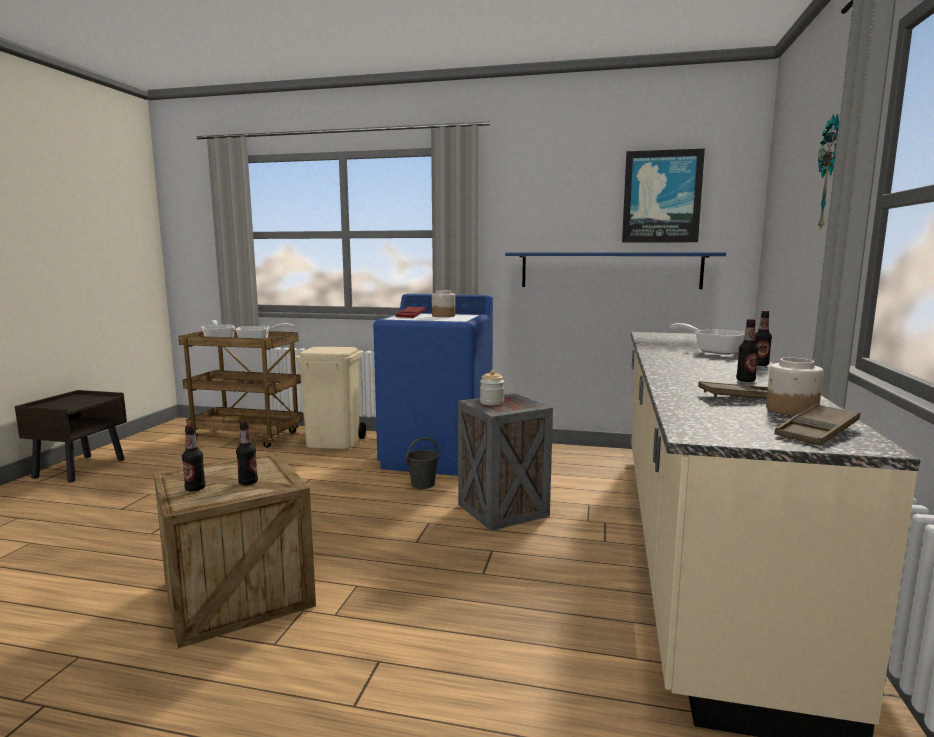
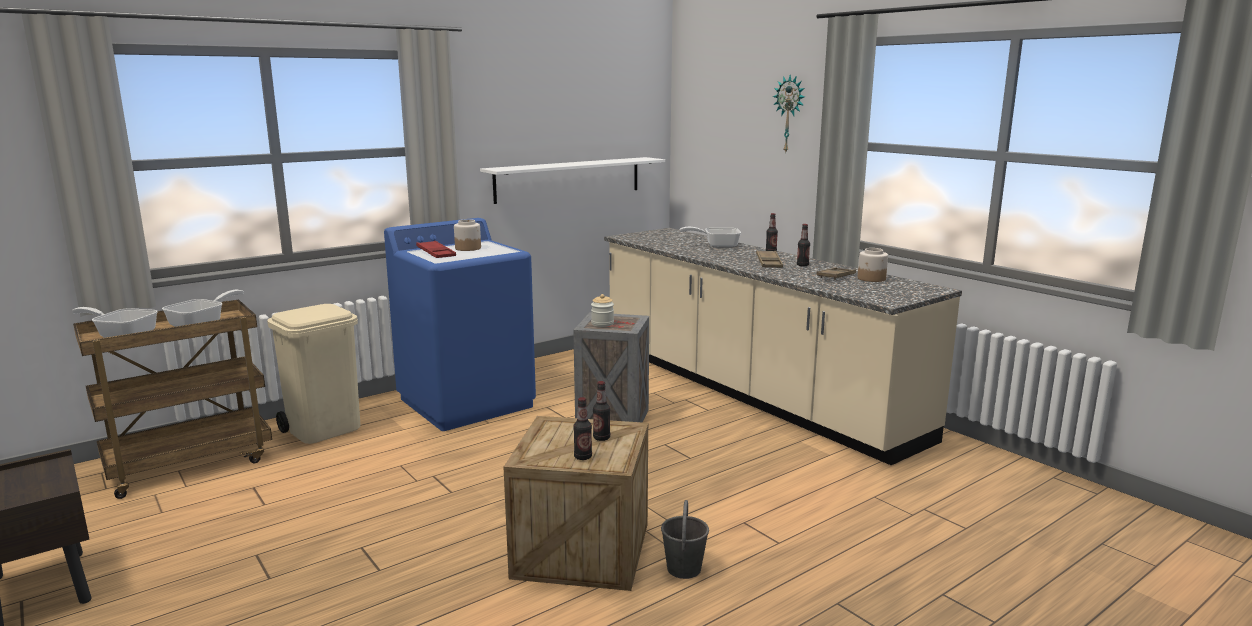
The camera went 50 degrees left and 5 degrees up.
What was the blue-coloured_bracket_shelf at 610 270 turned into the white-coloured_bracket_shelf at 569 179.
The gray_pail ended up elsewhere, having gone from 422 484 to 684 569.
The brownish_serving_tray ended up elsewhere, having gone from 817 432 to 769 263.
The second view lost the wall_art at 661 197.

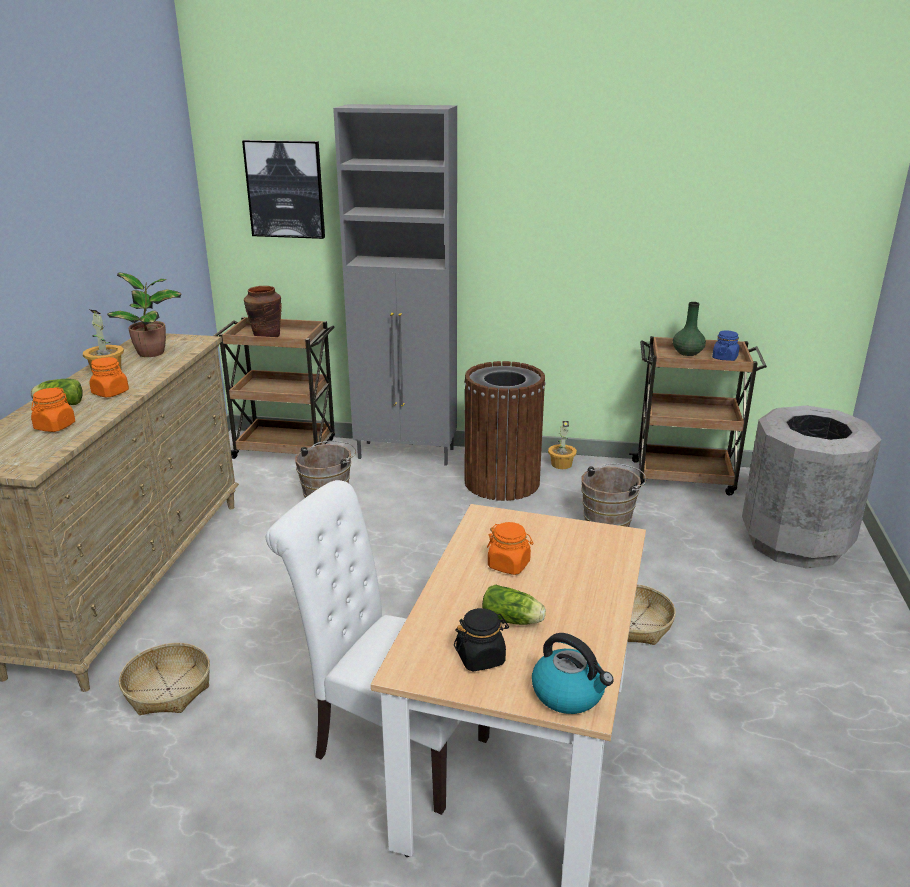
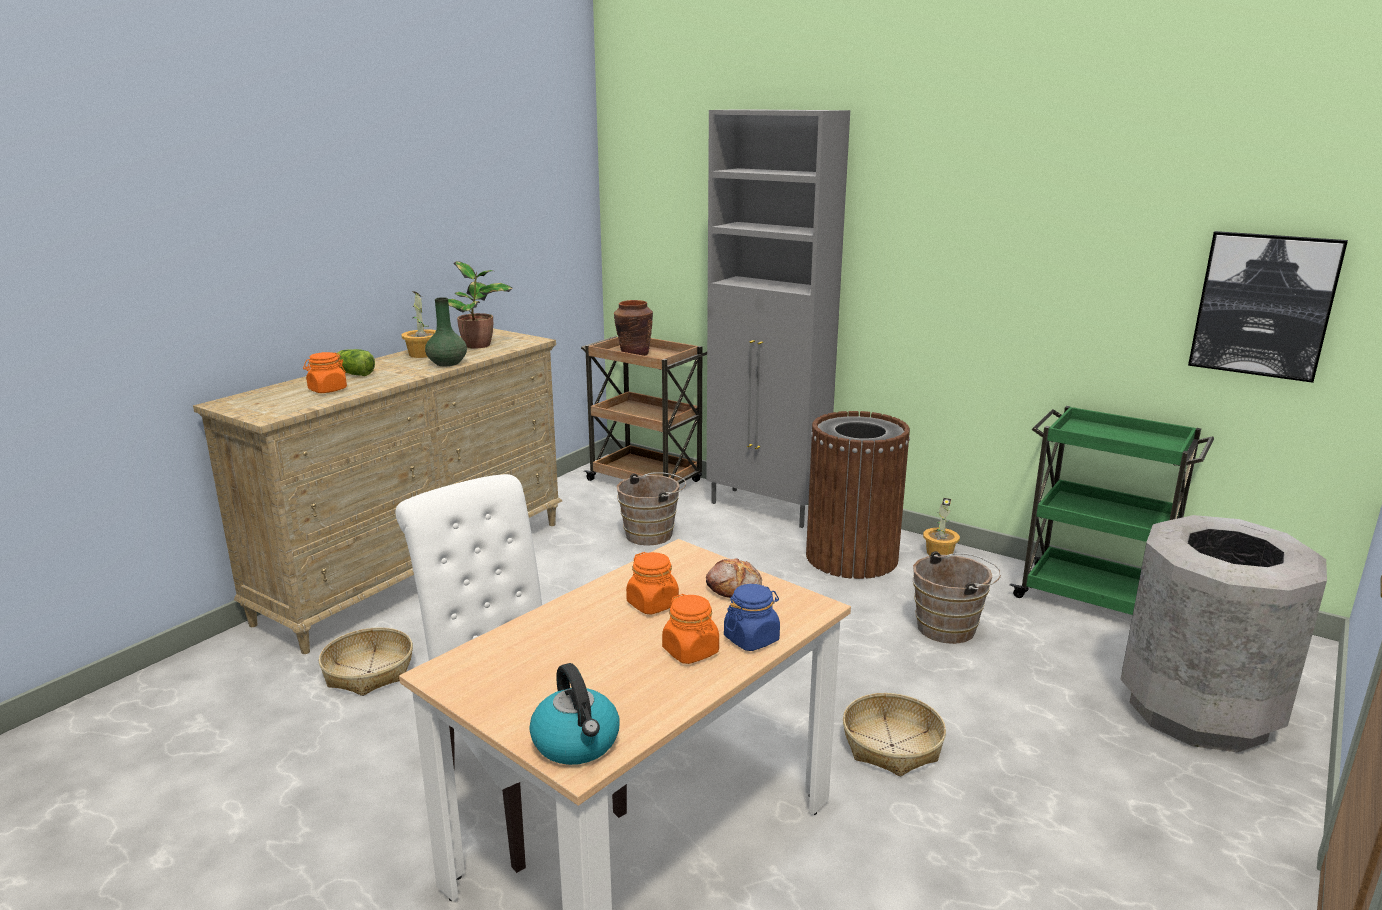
The camera went 25 degrees right and 5 degrees down.
The green_decorative_vase ended up elsewhere, having gone from 687 353 to 447 363.
The orange_preserve_jar ended up elsewhere, having gone from 110 393 to 691 651.
The second view gained the bread at 734 588.
The blue-coloured_preserve_jar ended up elsewhere, having gone from 724 358 to 751 639.
What was the brownish_trolley at 684 477 turned into the green_trolley at 1093 599.
The wall_art ended up elsewhere, having gone from 285 189 to 1264 305.
The second view lost the black-coloured_preserve_jar at 481 658.
The second view lost the lettuce at 513 621.

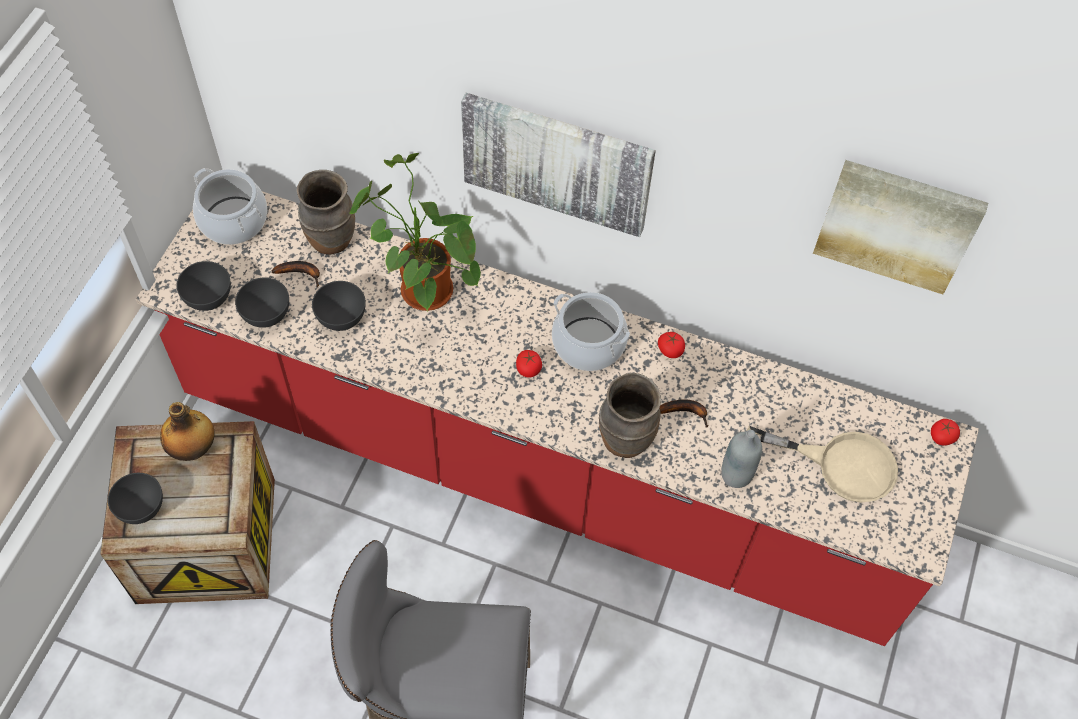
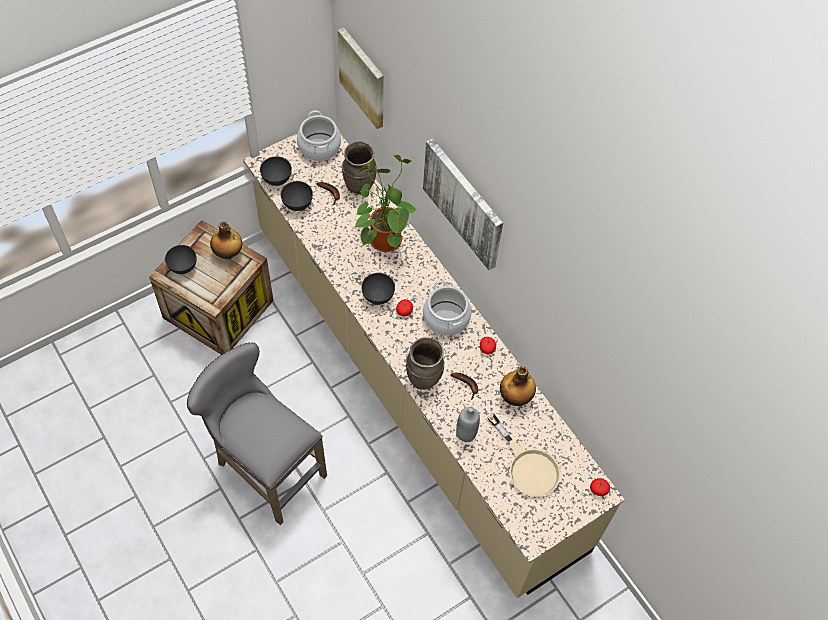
The camera went 35 degrees right and 0 degrees up.
What was the red_counter at 534 467 turned into the sand-coloured_counter at 409 380.
The wall_art ended up elsewhere, having gone from 897 224 to 363 77.
The gray_deep_dish ended up elsewhere, having gone from 342 318 to 378 296.
The second view gained the bottle at 515 397.

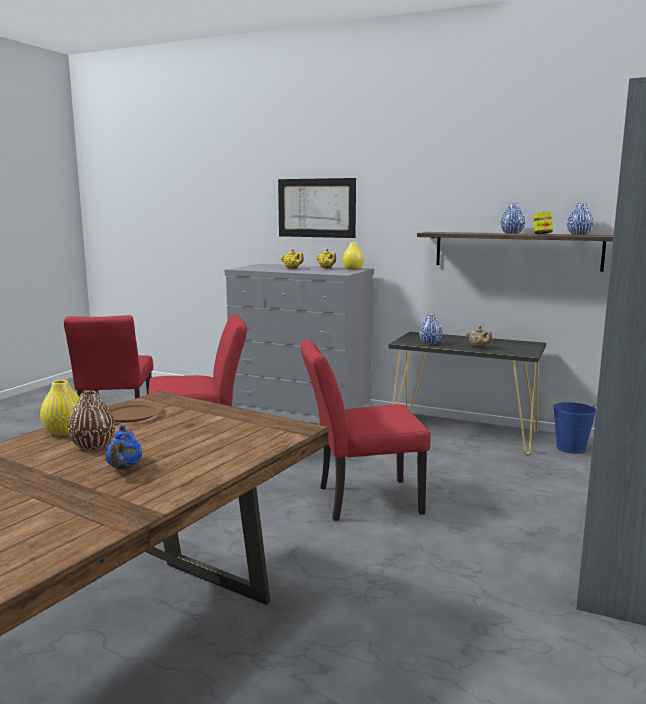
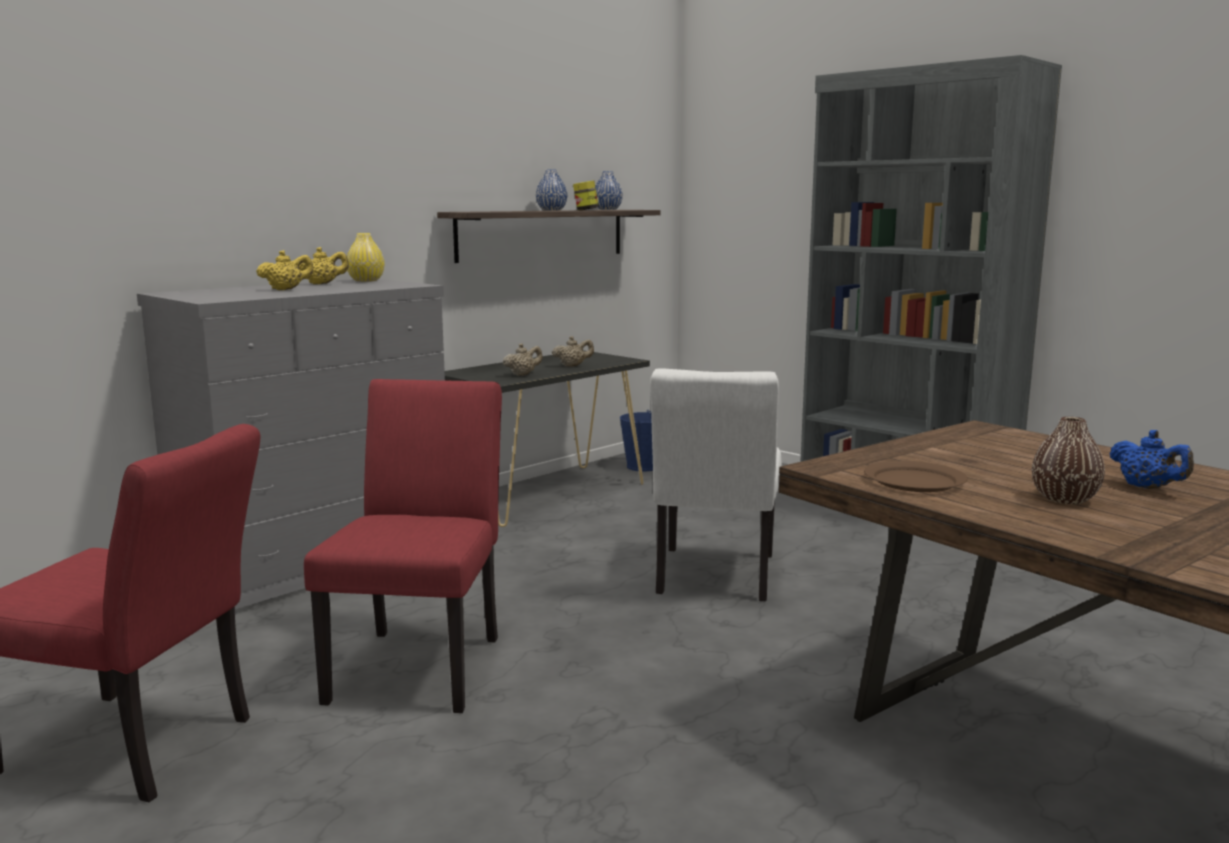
The camera went 70 degrees left and 0 degrees up.
Where the blue-coloured_decorative_vase stood at 430 343, the sand-coloured_pot_for_tea came to stand at 522 375.
What was the red_chair at 360 500 turned into the white-coloured_chair at 714 578.
The blue-coloured_pot_for_tea at 124 468 ended up facing another way, 45 degrees clockwise from before.
The second view lost the yellow_decorative_vase at 64 432.
The second view lost the wall_art at 316 208.

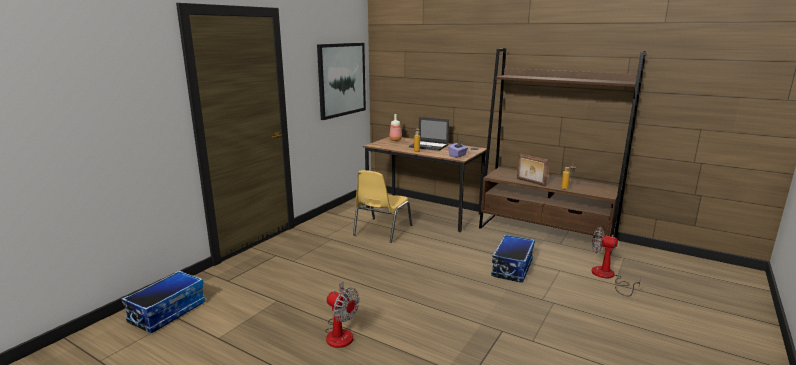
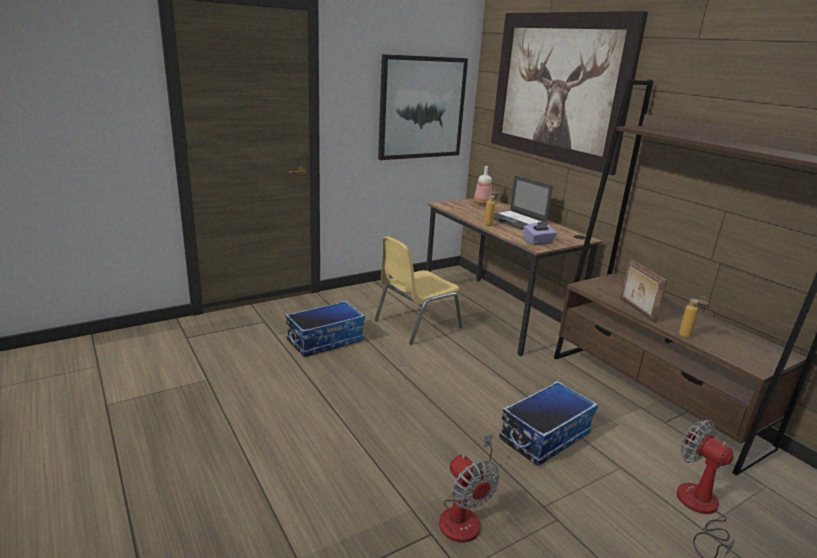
The camera went 25 degrees right and 5 degrees up.
The storage_bin ended up elsewhere, having gone from 167 312 to 325 340.
The fan ended up elsewhere, having gone from 340 332 to 465 514.
The second view gained the wall_art at 558 88.

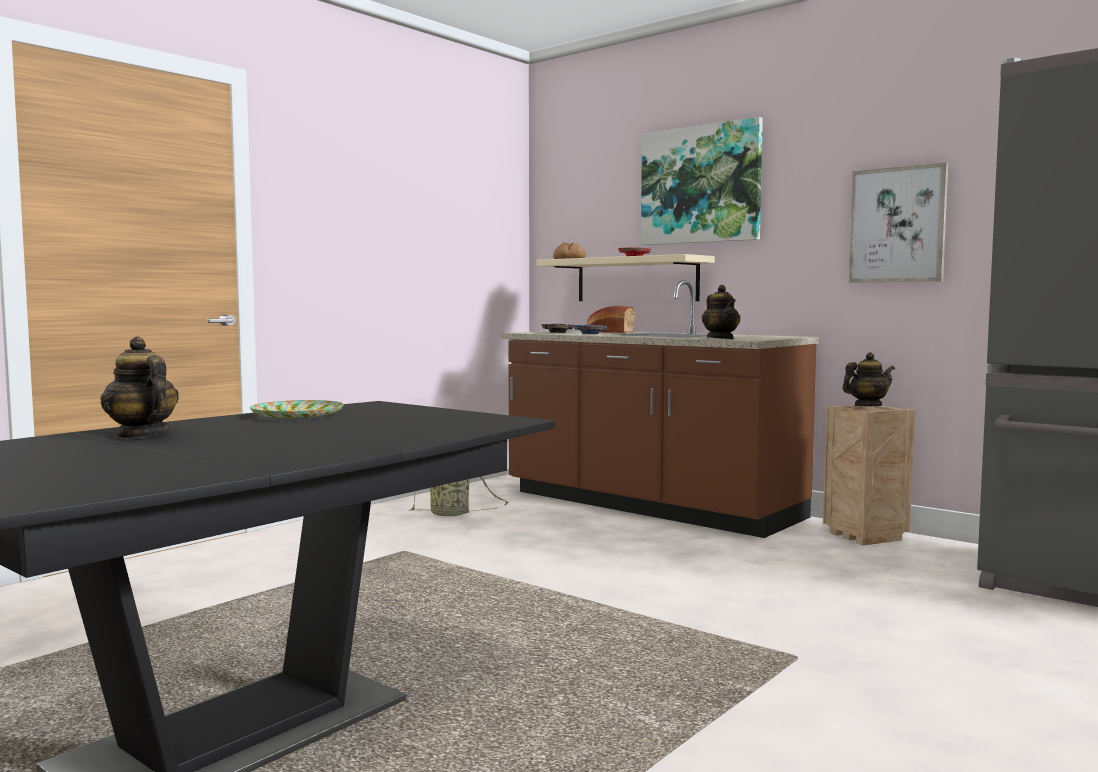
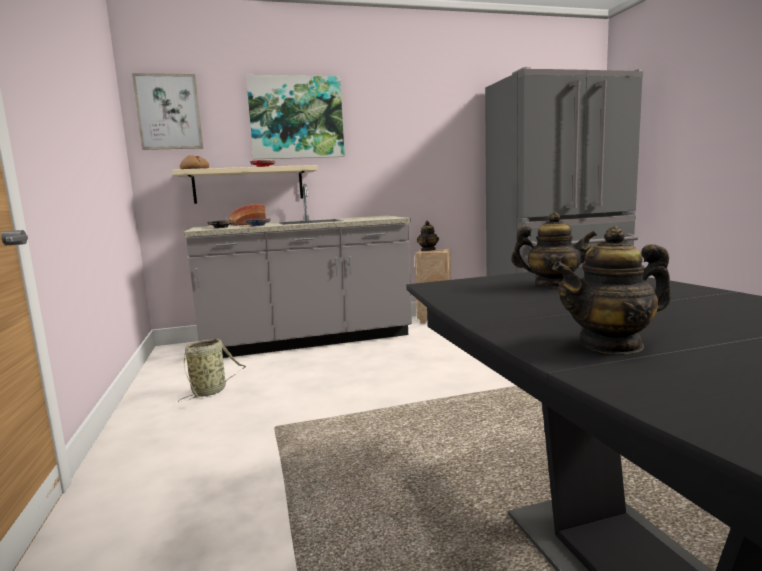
The camera went 55 degrees left and 5 degrees up.
The wall_art ended up elsewhere, having gone from 897 225 to 169 112.
What was the brownish_counter at 649 505 turned into the gray_counter at 308 340.
The pot_for_tea ended up elsewhere, having gone from 720 338 to 552 285.
The second view lost the dinner_plate at 297 415.

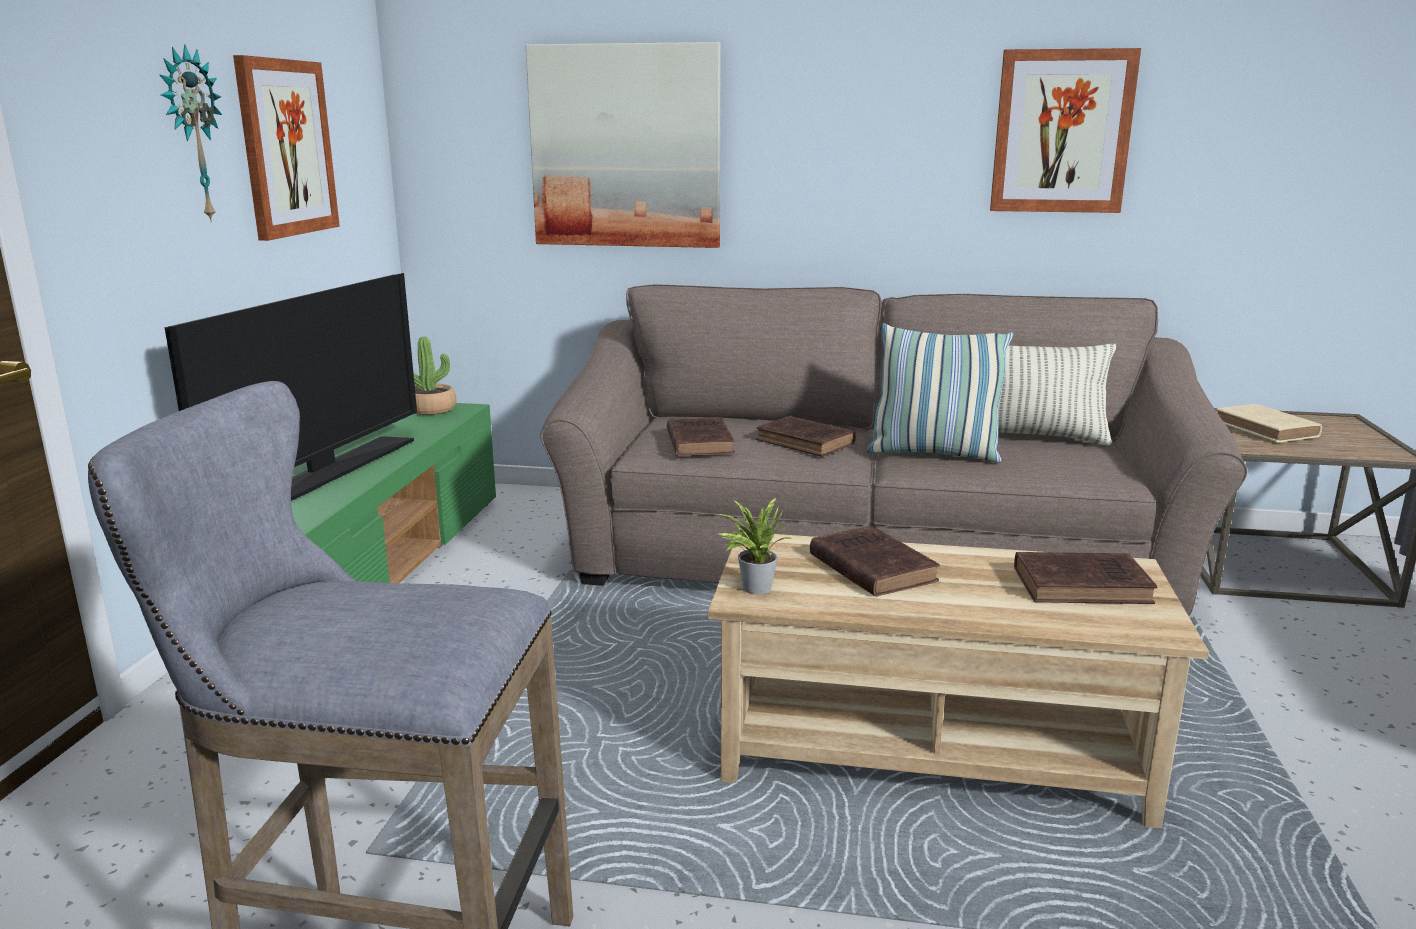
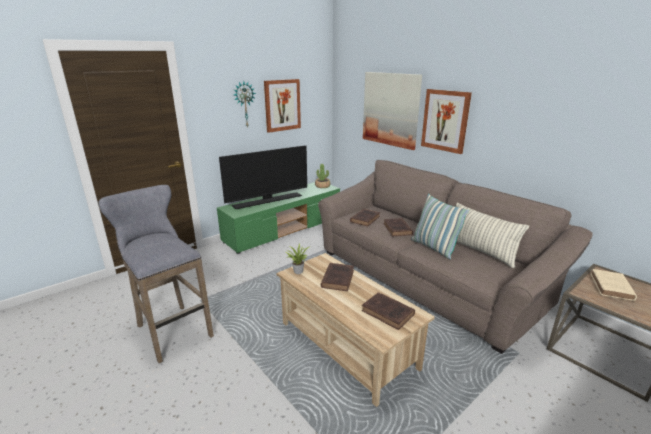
The camera went 40 degrees right and 5 degrees up.
The wall_art ended up elsewhere, having gone from 1062 132 to 445 120.

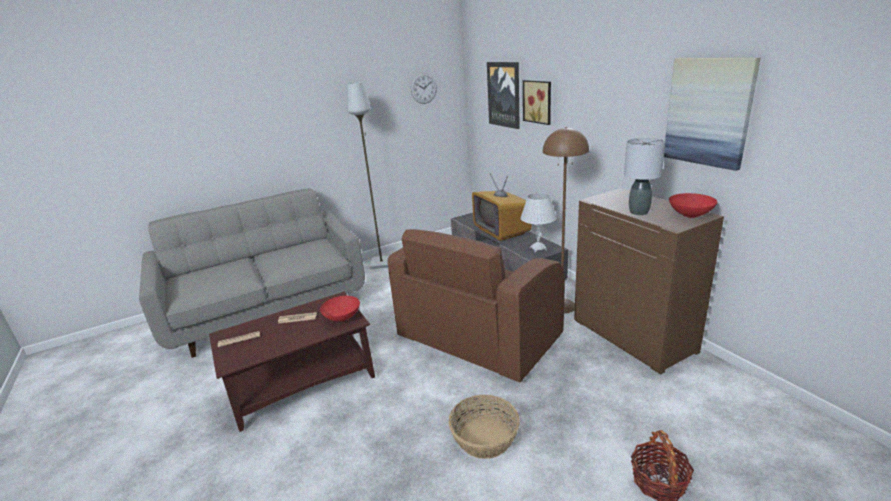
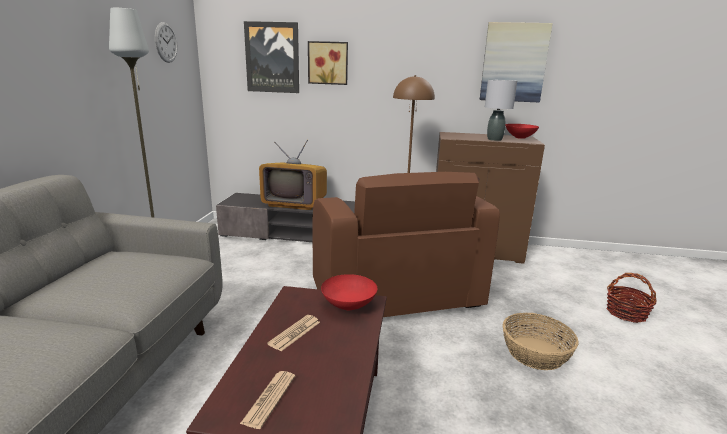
The camera went 55 degrees left and 5 degrees down.
The second view lost the white-coloured_lamp_for_a_table at 538 249.

